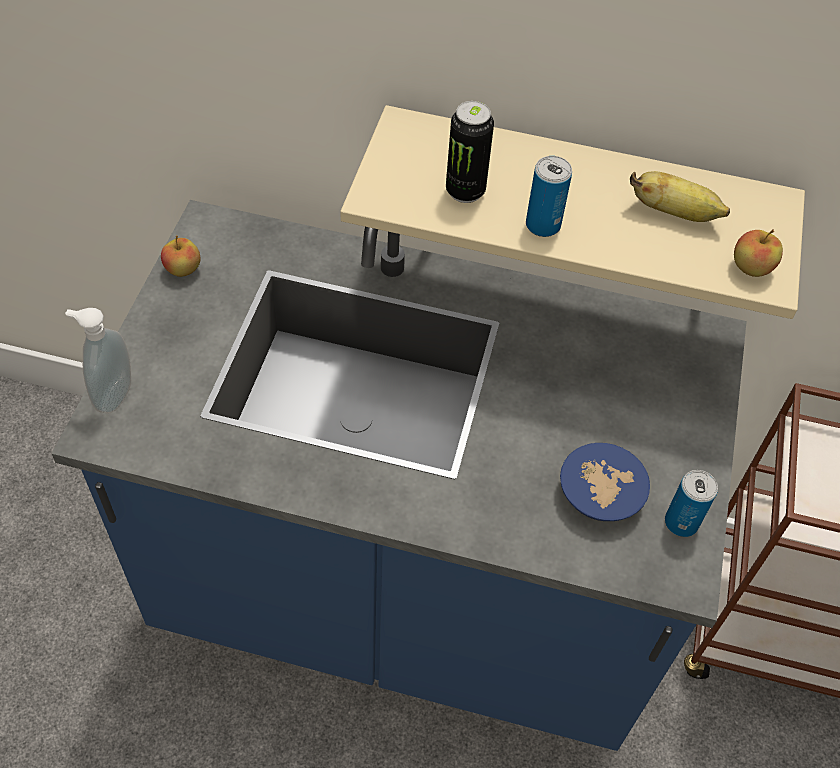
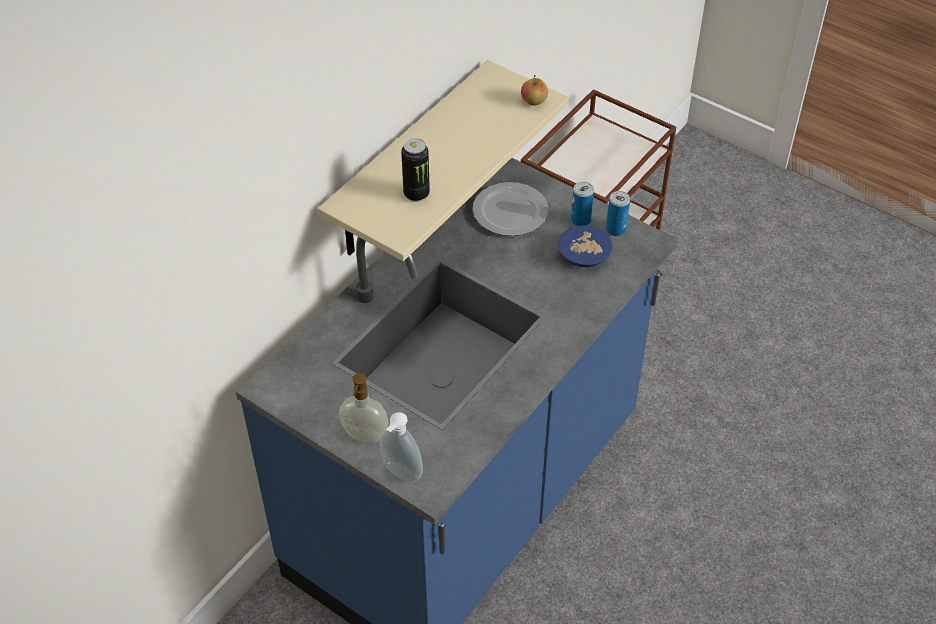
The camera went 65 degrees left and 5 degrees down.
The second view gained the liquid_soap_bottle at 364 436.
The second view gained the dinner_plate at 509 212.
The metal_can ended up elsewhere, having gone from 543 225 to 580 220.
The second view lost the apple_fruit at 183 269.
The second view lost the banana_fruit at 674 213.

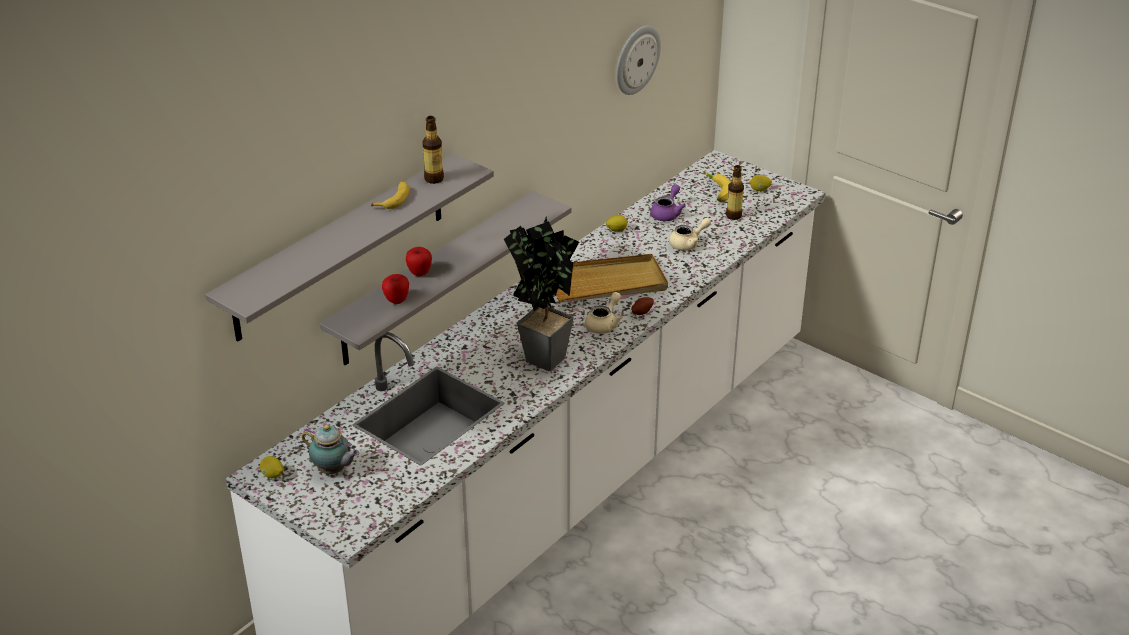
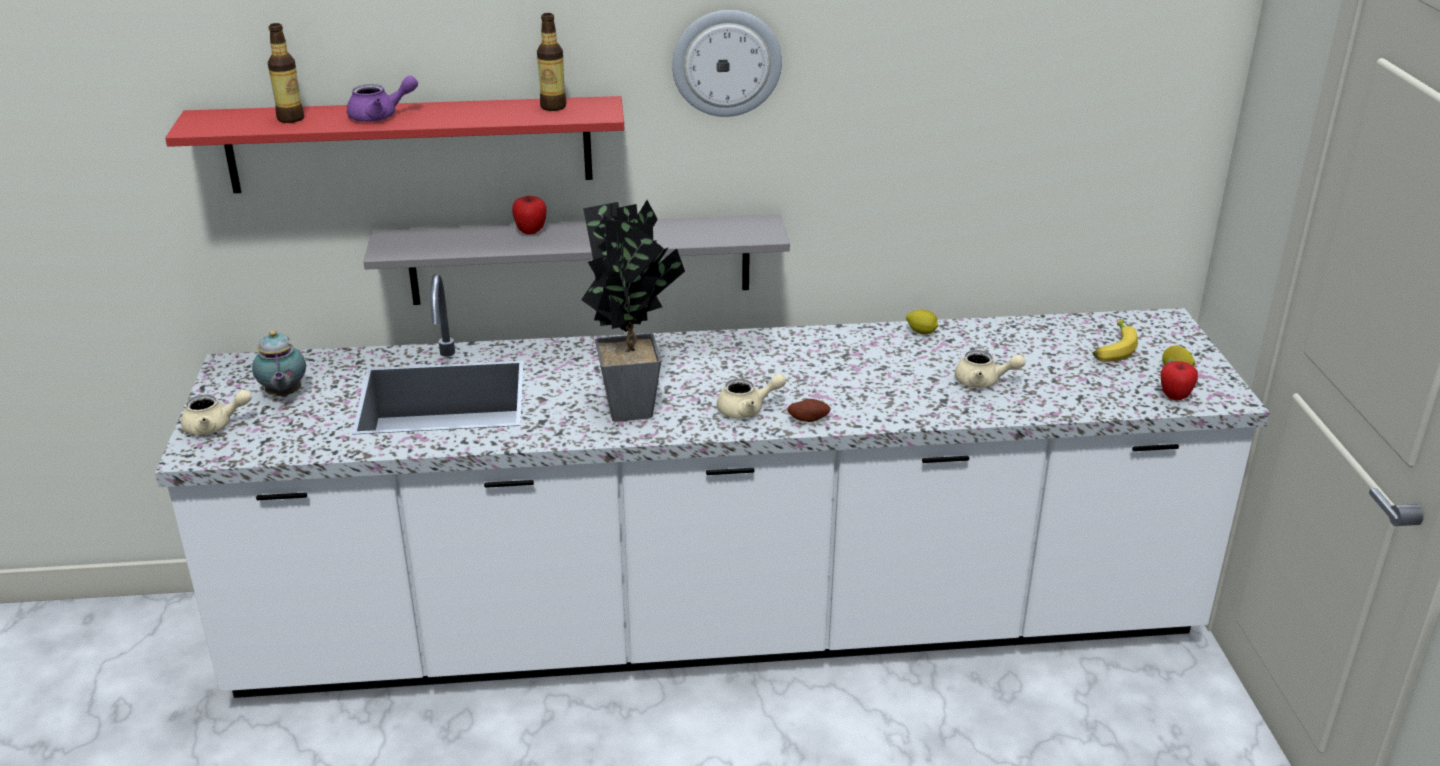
The camera went 45 degrees right and 5 degrees down.
What was the gray_bracket_shelf at 340 247 turned into the red_bracket_shelf at 410 144.
The second view gained the sand-coloured_pot_for_tea at 215 426.
The bottle ended up elsewhere, having gone from 733 216 to 291 118.
The purple_pot_for_tea ended up elsewhere, having gone from 667 213 to 380 116.
The hanging_clock ended up elsewhere, having gone from 636 59 to 726 63.
The apple_fruit ended up elsewhere, having gone from 396 301 to 1174 396.
The second view lost the whole_lemon at 272 475.
The second view lost the banana_fruit at 393 199.
The second view lost the sand-coloured_serving_tray at 607 283.

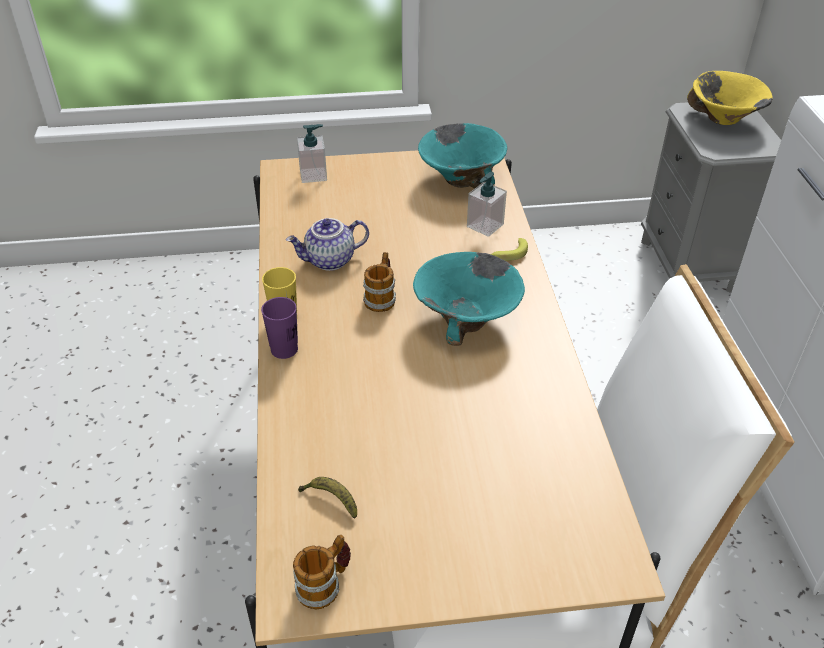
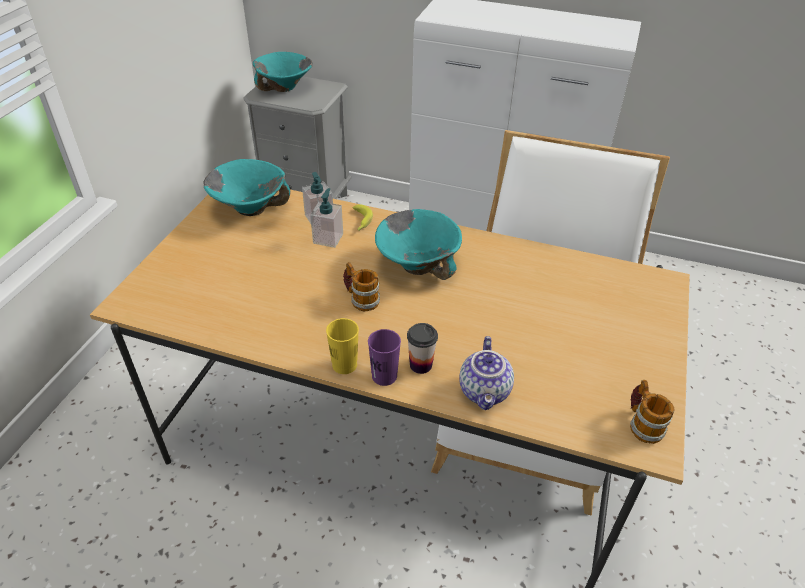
The camera went 65 degrees left and 0 degrees up.
What was the yellow_deep_dish at 723 119 turned into the turquoise-coloured_deep_dish at 284 87.
The liquid_soap_bottle ended up elsewhere, having gone from 313 175 to 328 238.
The second view gained the cup at 420 365.
The pot_for_tea ended up elsewhere, having gone from 330 261 to 485 392.
The second view lost the banana_fruit at 331 500.

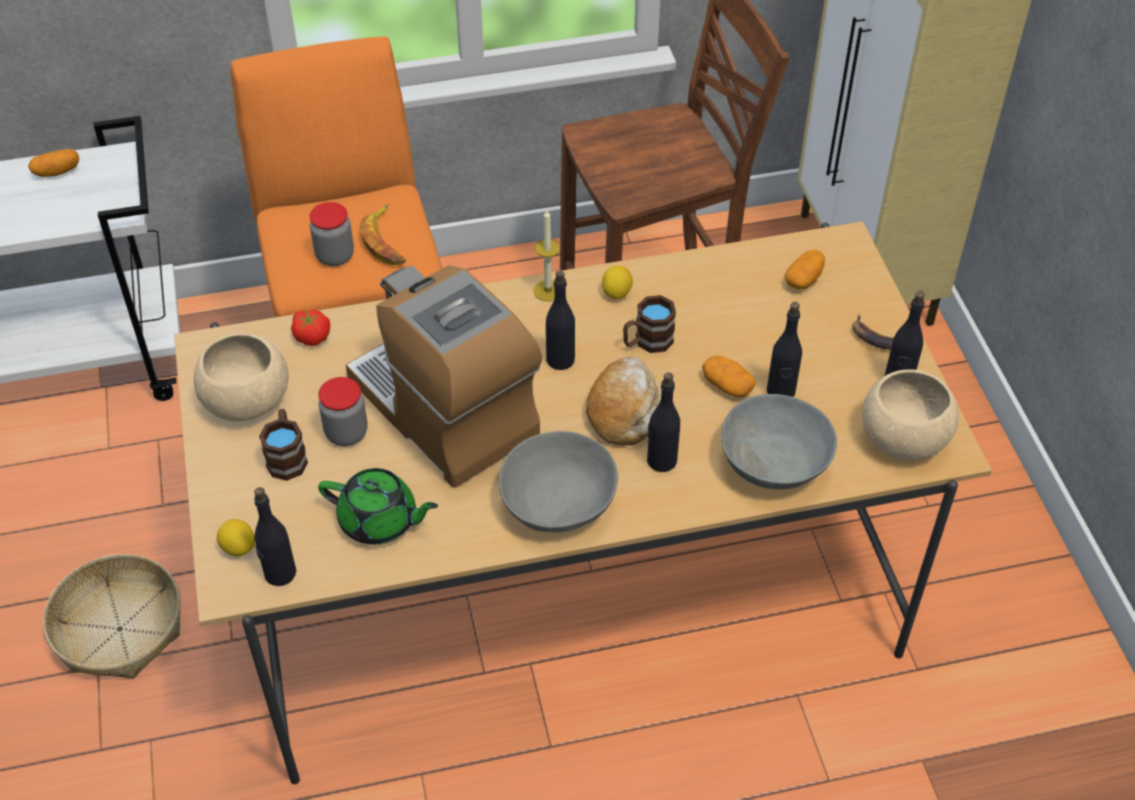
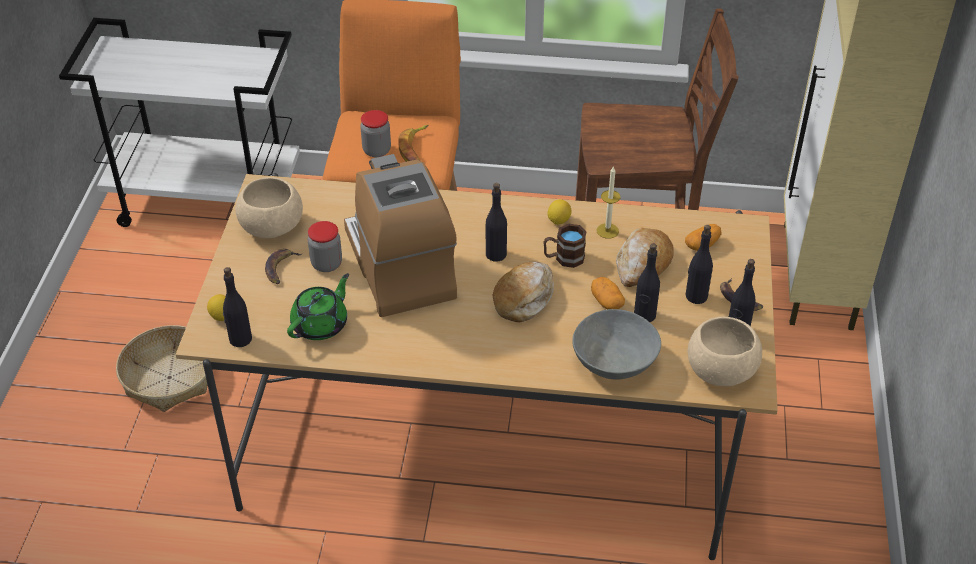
The camera went 20 degrees right and 5 degrees down.
Where the brownish_coffee_mug stood at 287 456, the banana_fruit came to stand at 280 268.
The green_pot_for_tea at 379 521 ended up facing another way, 90 degrees counterclockwise from before.
The candle ended up elsewhere, having gone from 548 290 to 607 231.
The second view gained the bread at 643 264.
The black-coloured_bottle ended up elsewhere, having gone from 661 460 to 696 296.
The second view lost the spud at 57 172.
The second view lost the tomato at 312 336.
The second view lost the gray_deep_dish at 558 501.

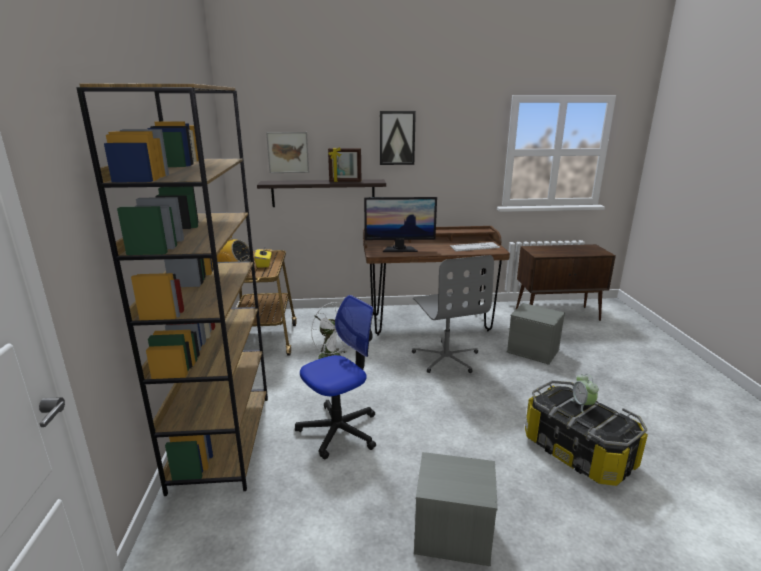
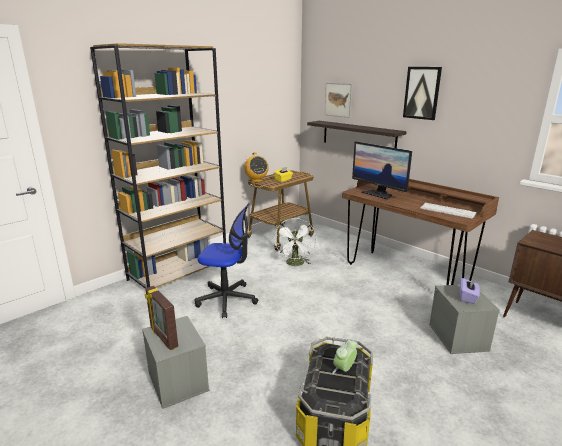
The camera went 50 degrees right and 0 degrees up.
The standing_frame ended up elsewhere, having gone from 345 181 to 163 338.
The second view gained the purple_tissue_holder at 467 297.
The second view lost the gray_desk_chair at 446 358.

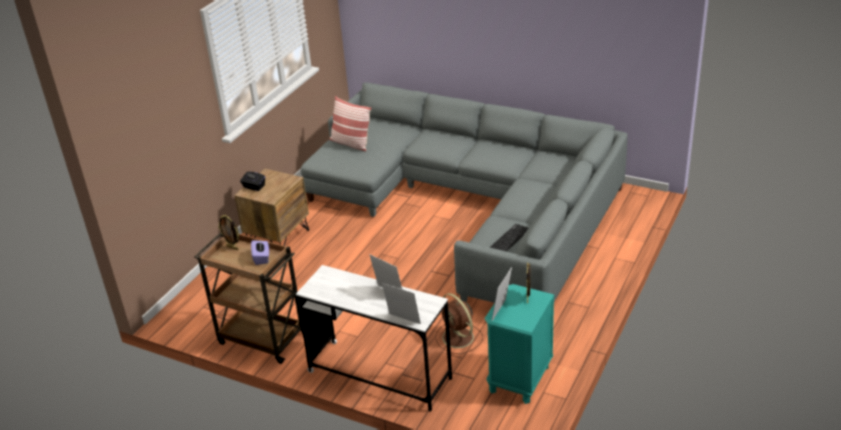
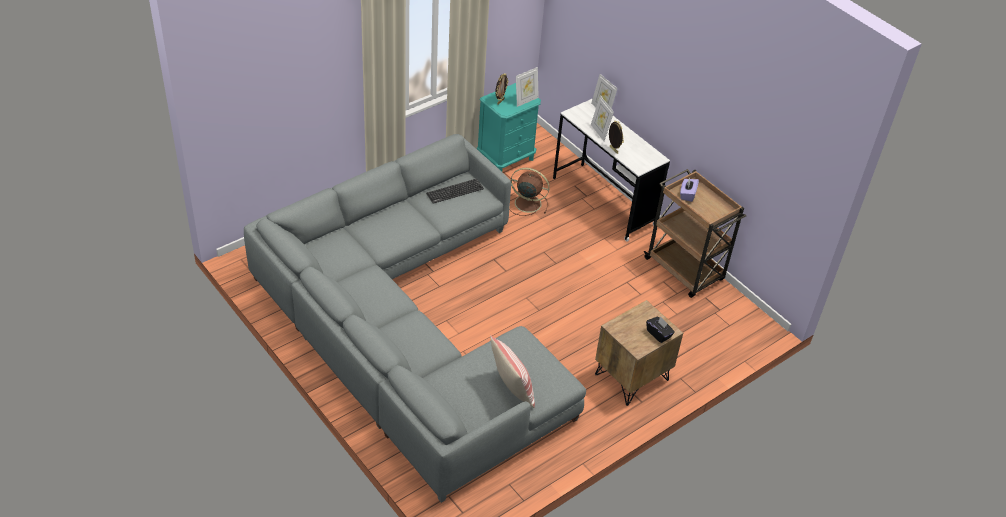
The camera went 160 degrees left and 10 degrees up.
The brownish_fan at 459 338 ended up facing another way, 60 degrees counterclockwise from before.
The standing_frame ended up elsewhere, having gone from 233 247 to 613 150.

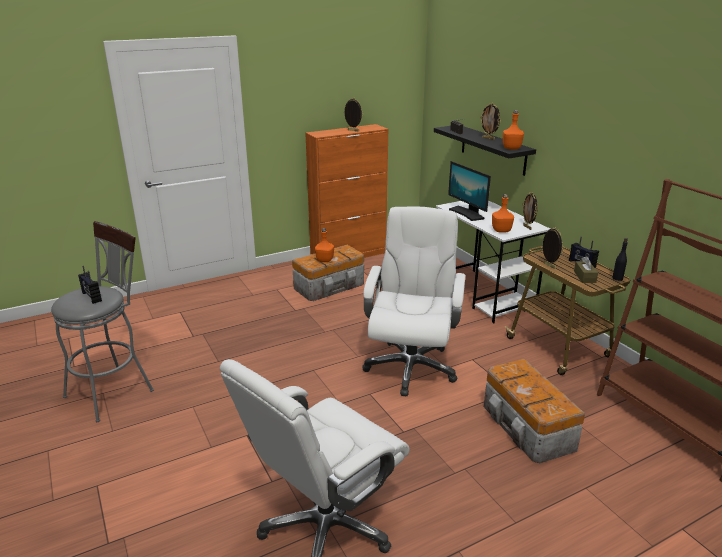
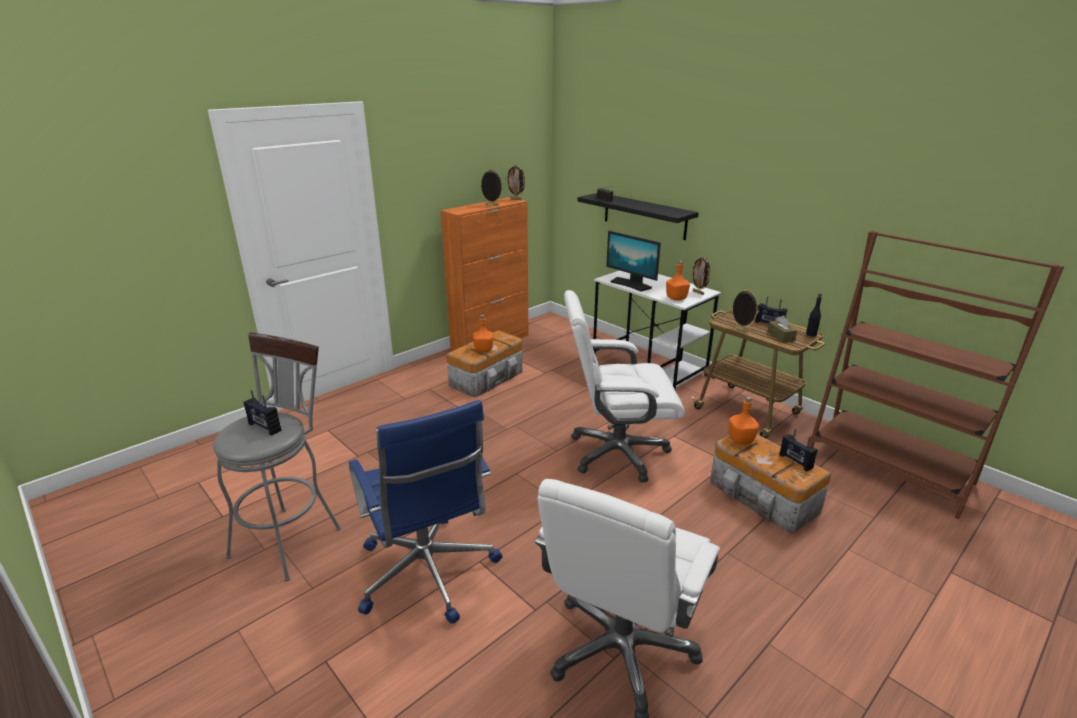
The camera went 15 degrees left and 0 degrees up.
The second view gained the blue-coloured_desk_chair at 428 574.
The standing_frame ended up elsewhere, having gone from 488 138 to 516 199.
The white-coloured_desk_chair at 410 366 ended up facing another way, 90 degrees counterclockwise from before.
The orange_bottle ended up elsewhere, having gone from 511 148 to 741 440.
The second view gained the radio_set at 795 461.

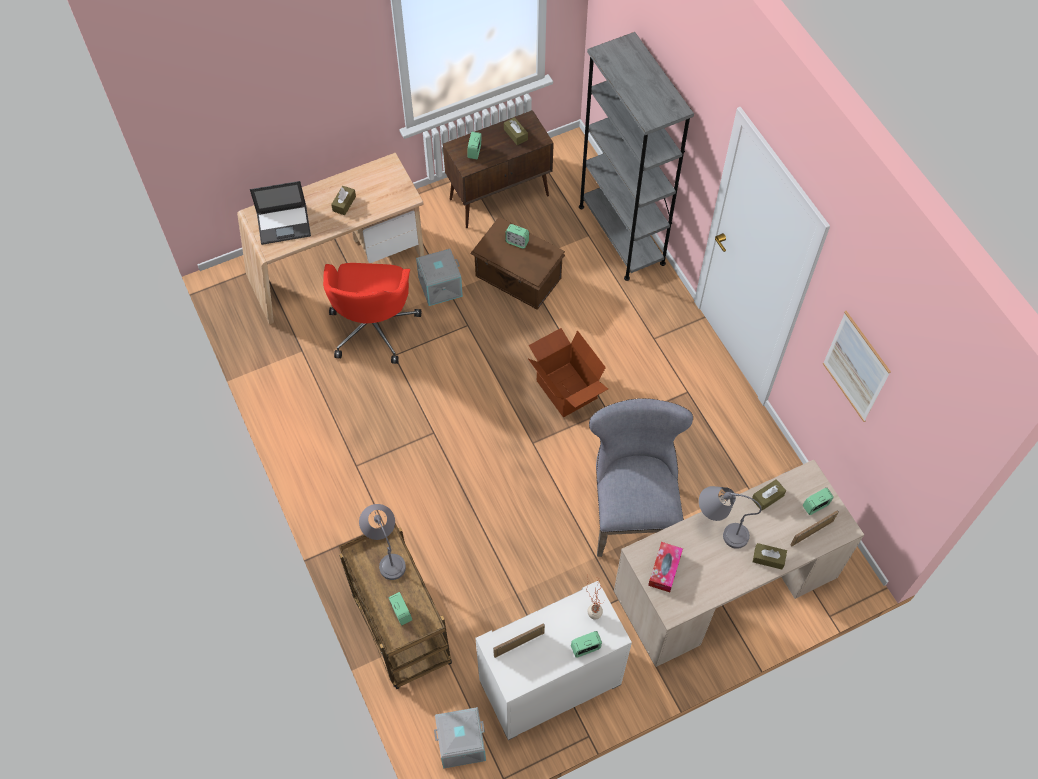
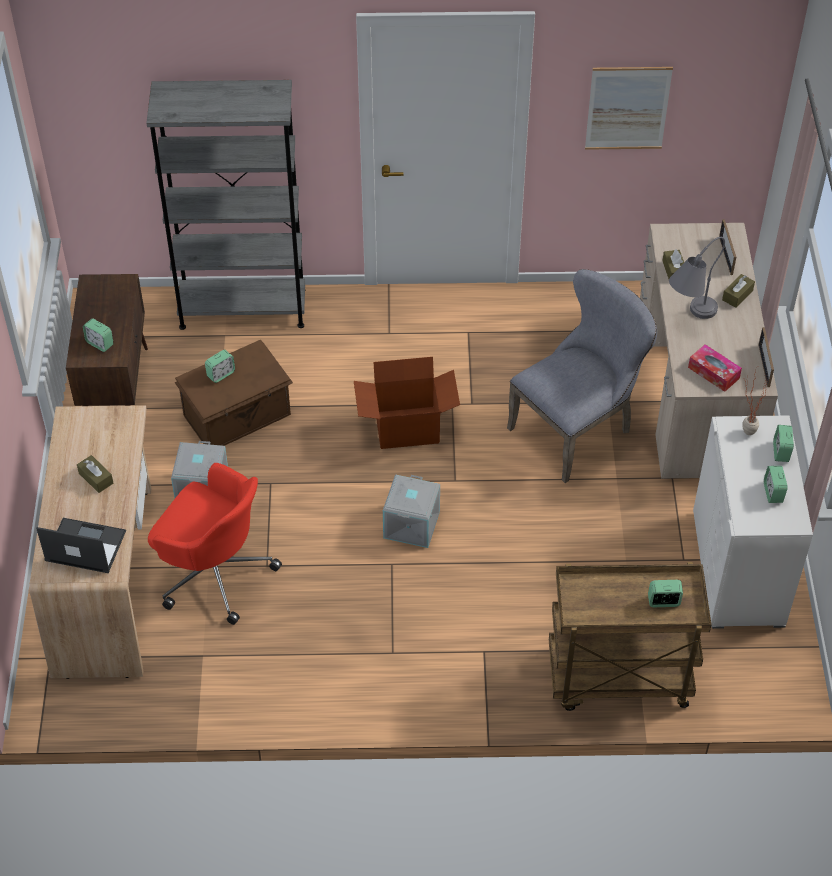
The camera went 65 degrees left and 10 degrees down.
The laptop at 284 224 ended up facing another way, 90 degrees counterclockwise from before.
The gray_storage_bin ended up elsewhere, having gone from 461 744 to 412 525.
The gray_chair at 631 509 ended up facing another way, 120 degrees clockwise from before.
The standing_frame ended up elsewhere, having gone from 519 644 to 764 365.
The bedside_clock ended up elsewhere, having gone from 815 506 to 773 493.
The second view lost the gray_lamp_for_a_table at 386 551.
The second view lost the brownish_tissue_holder at 515 134.

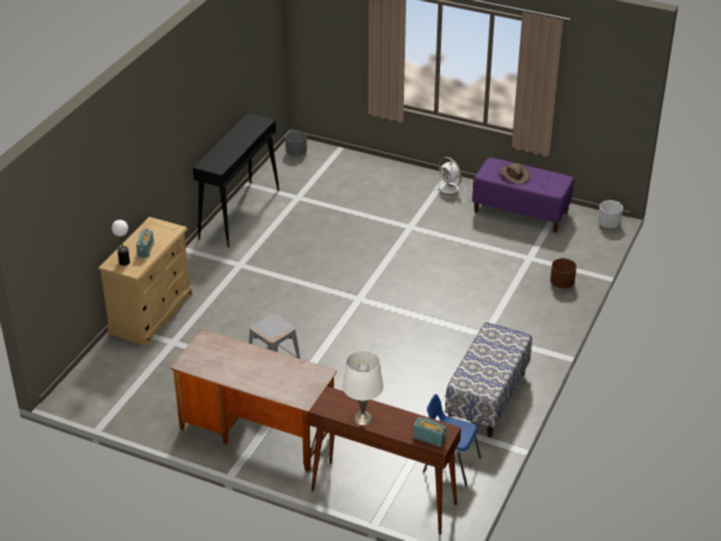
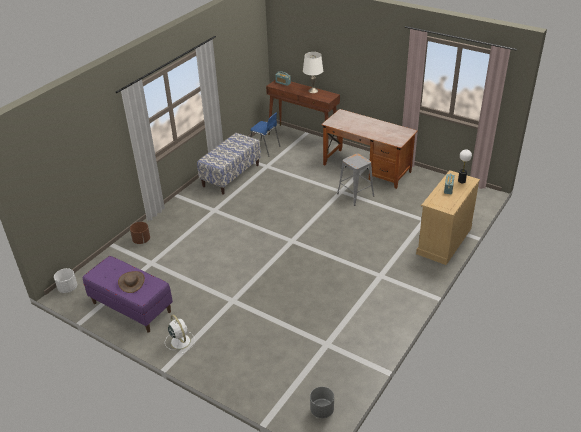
The camera went 170 degrees left and 0 degrees up.
The second view lost the black-coloured_console_table at 240 213.

